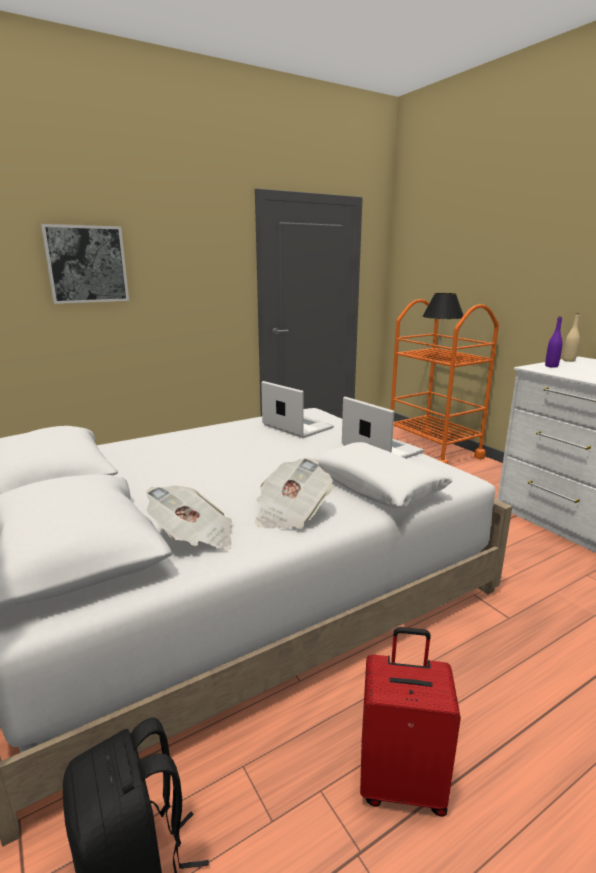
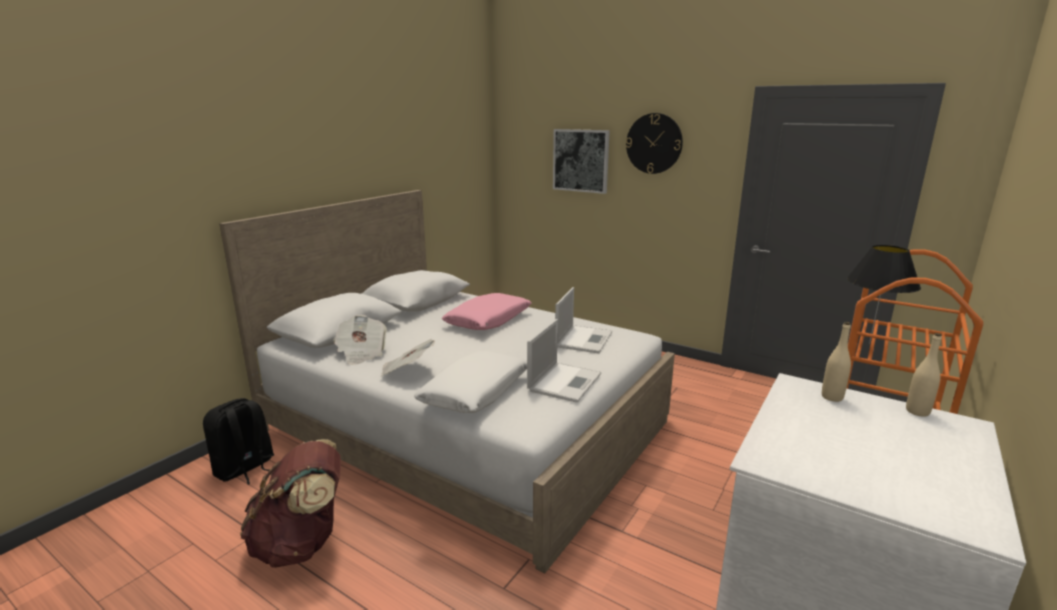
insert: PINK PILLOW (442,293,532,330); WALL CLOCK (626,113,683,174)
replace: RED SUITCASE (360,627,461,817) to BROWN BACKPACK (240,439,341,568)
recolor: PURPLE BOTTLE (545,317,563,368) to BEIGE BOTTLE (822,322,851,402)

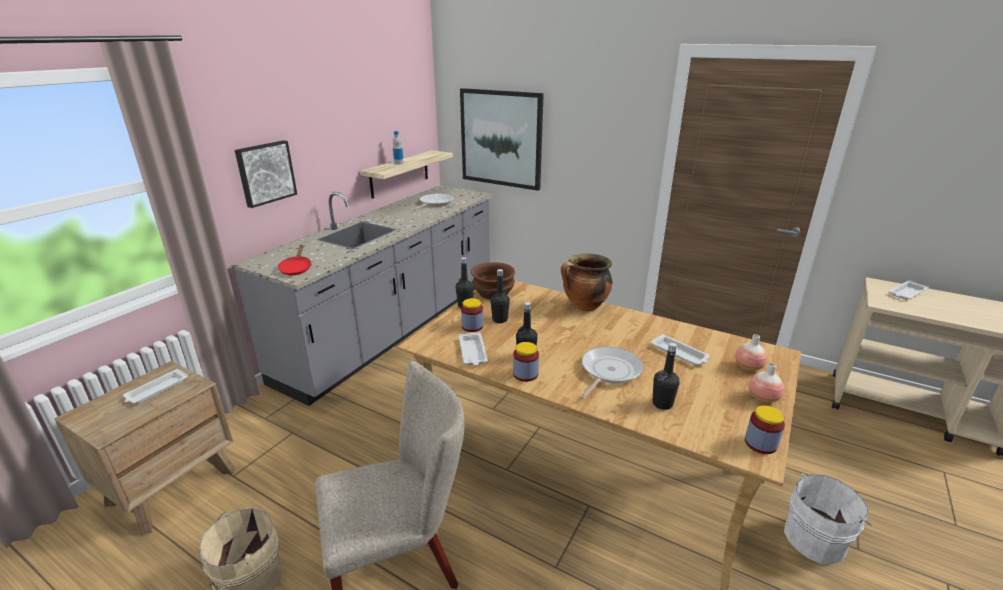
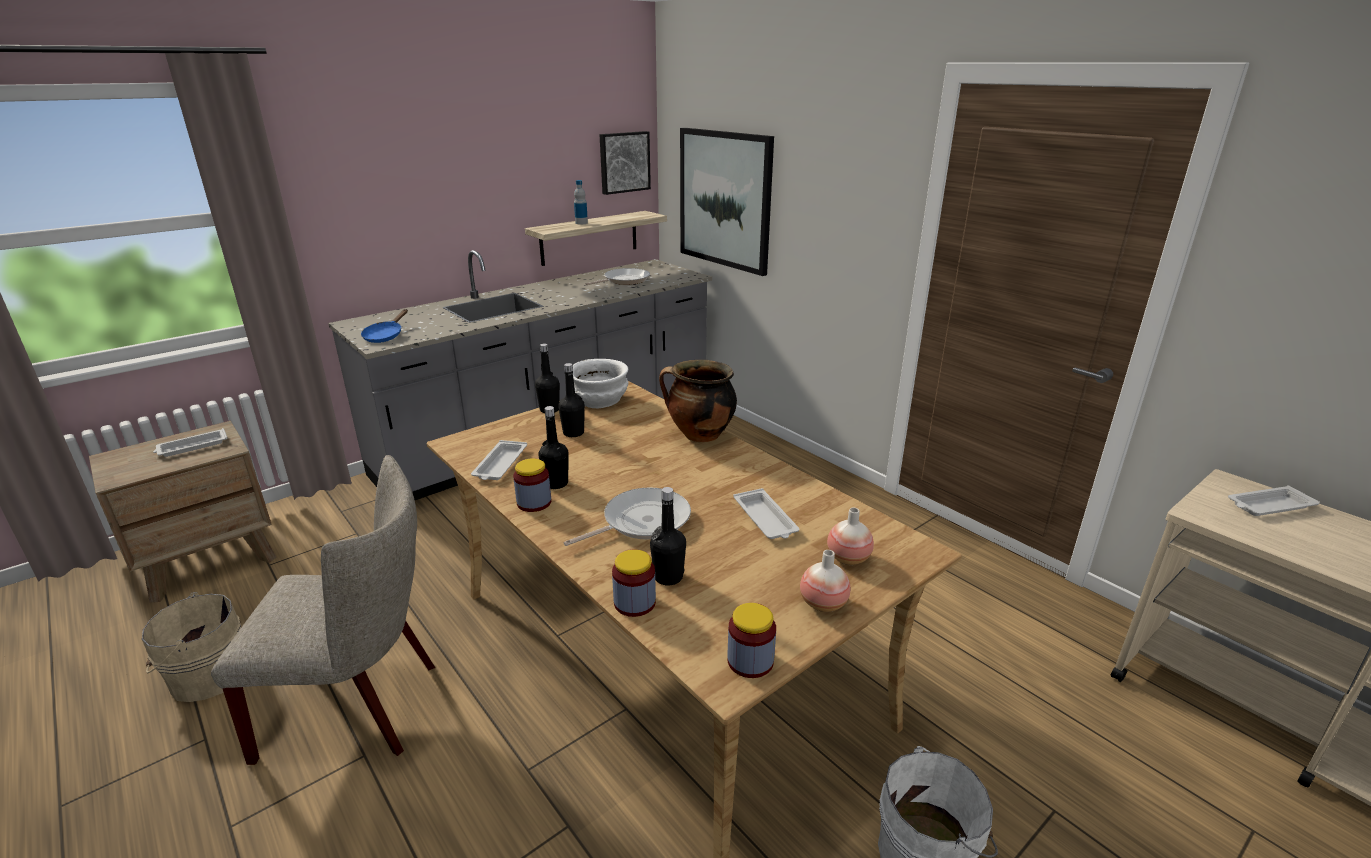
move: PICTURE (235,140,297,208) to (599,131,651,195); JAR (461,298,483,332) to (612,549,656,617)
recolor: RED FRYING PAN (278,245,311,275) to BLUE FRYING PAN (361,309,408,343); BROWN BOWL (471,262,515,299) to WHITE BOWL (572,359,628,408)

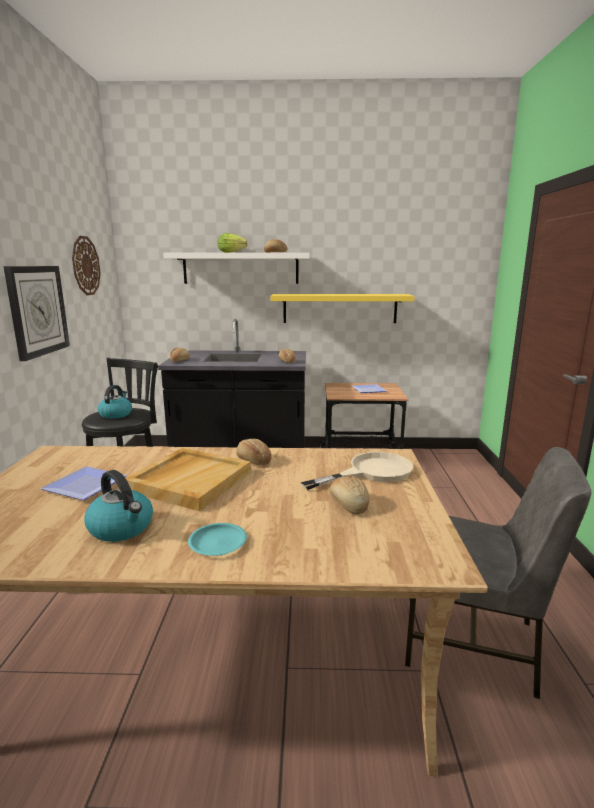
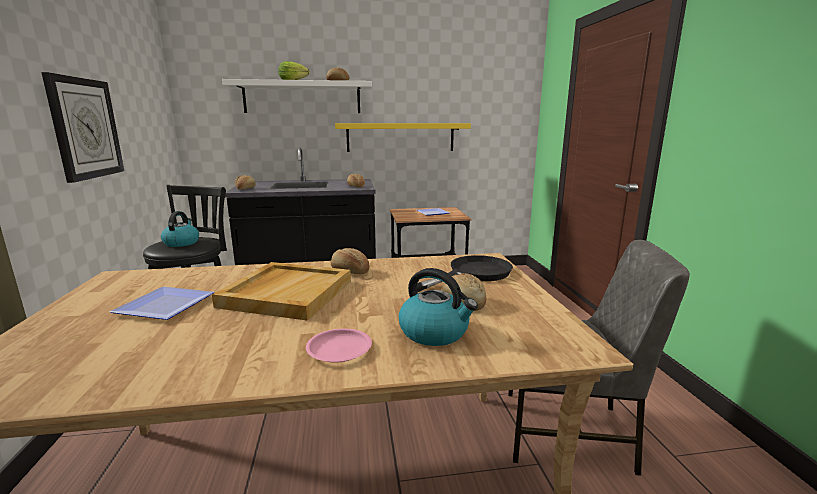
delete: WALL CLOCK (72,236,101,295)
move: KETTLE (84,470,153,542) to (399,268,478,346)
recolor: TURQUOISE PLATE (188,523,247,556) to PINK PLATE (306,329,372,363); BEIGE FRYING PAN (300,452,413,490) to BLACK FRYING PAN (417,255,513,292)

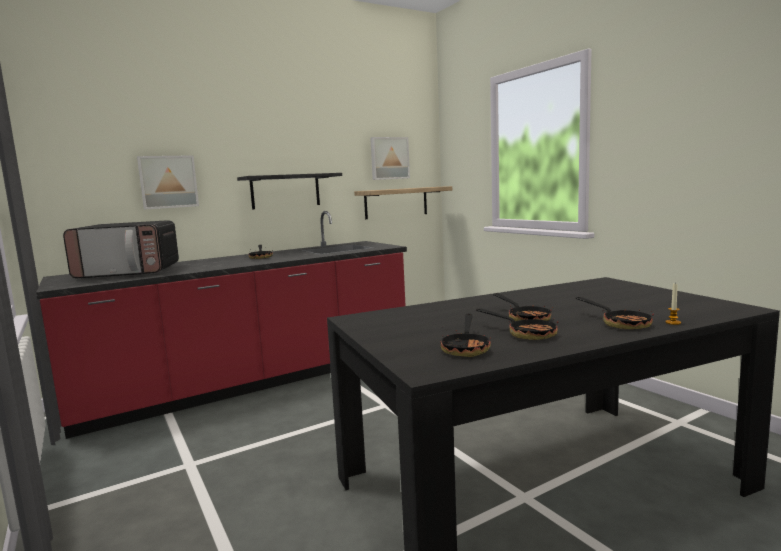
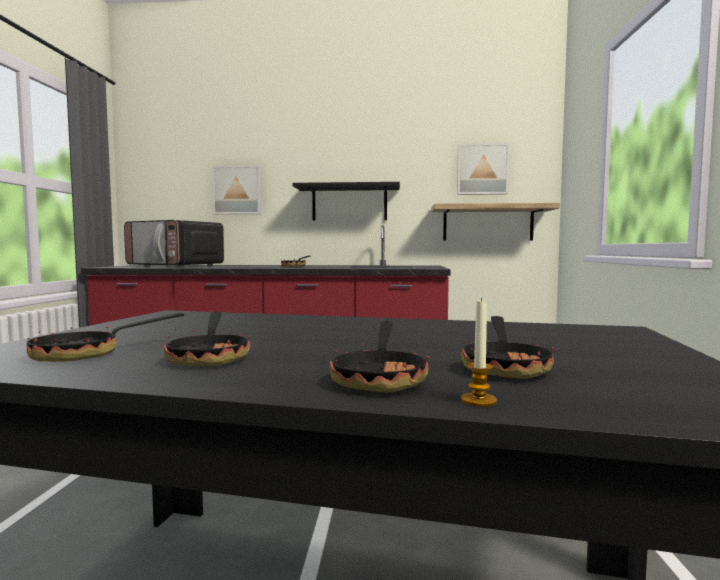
move: FRYING PAN (493,293,553,321) to (461,316,556,379)

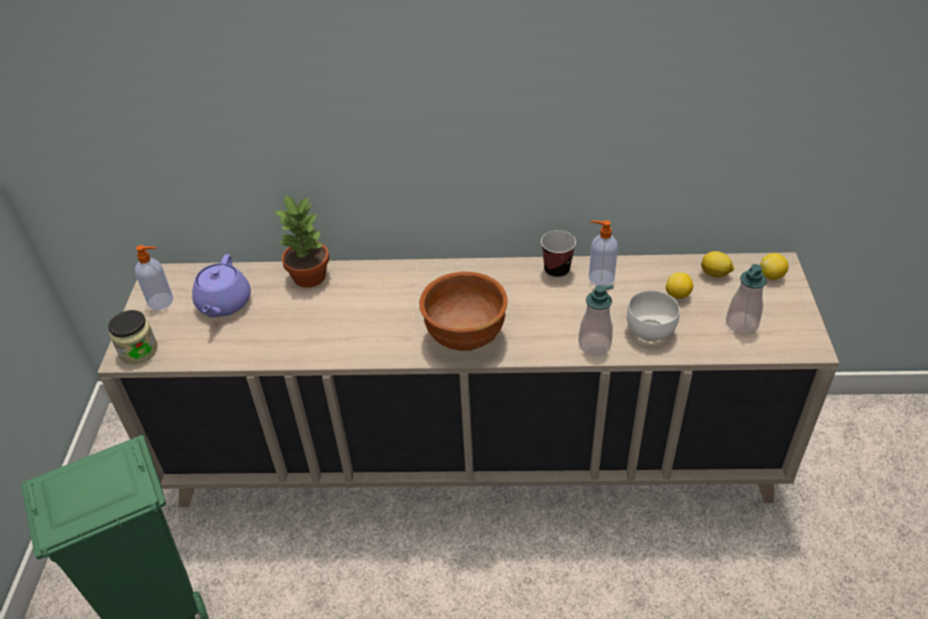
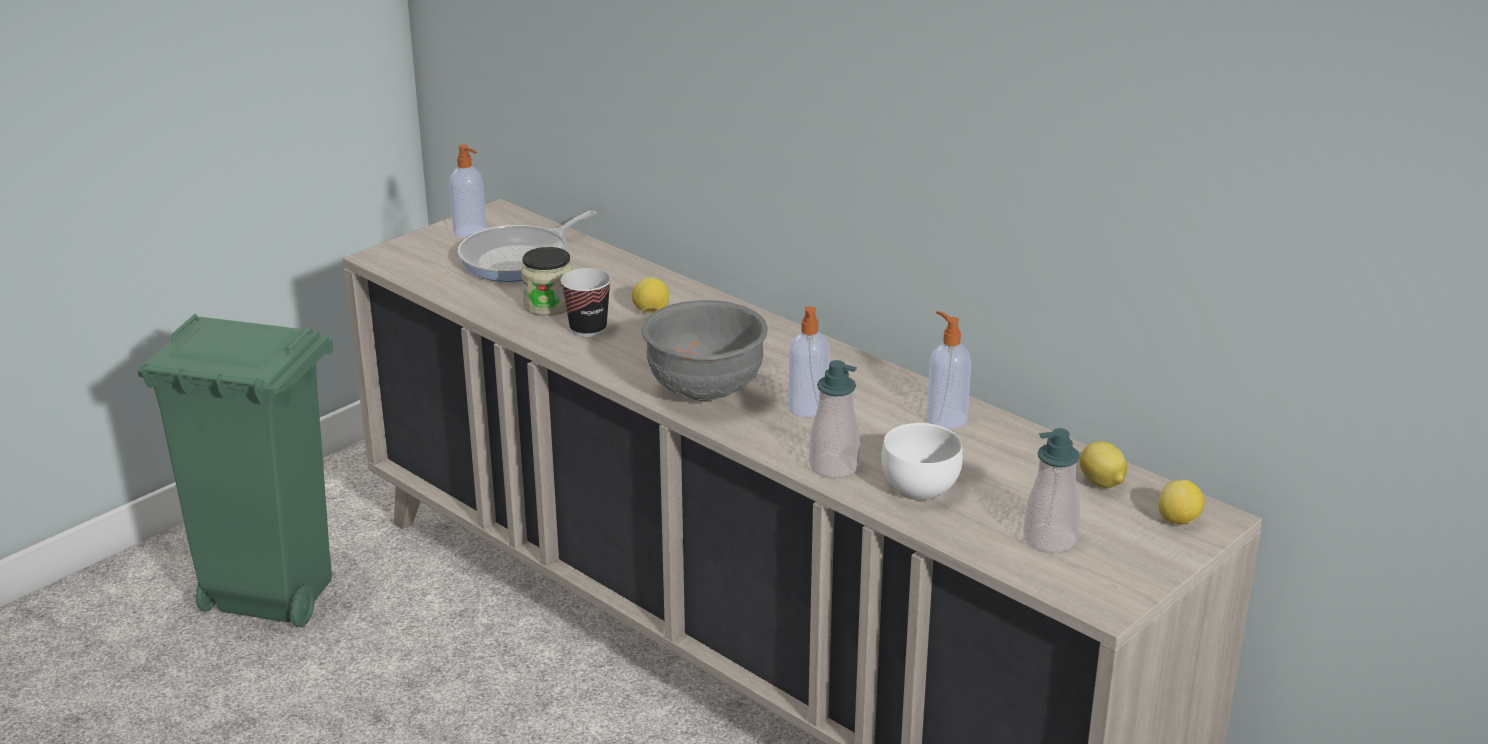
delete: POTTED PLANT (273,195,329,288)
insert: SOAP DISPENSER (788,306,830,417)
move: JAR (108,310,158,364) to (521,247,573,316); CUP (541,230,576,278) to (561,268,611,337); LEMON (666,272,693,299) to (632,277,669,313)
replace: PURPLE TEAPOT (192,254,251,318) to FRYING PAN (458,211,597,282)
recolor: BROWN BOWL (419,272,507,351) to GREY BOWL (642,300,768,401)

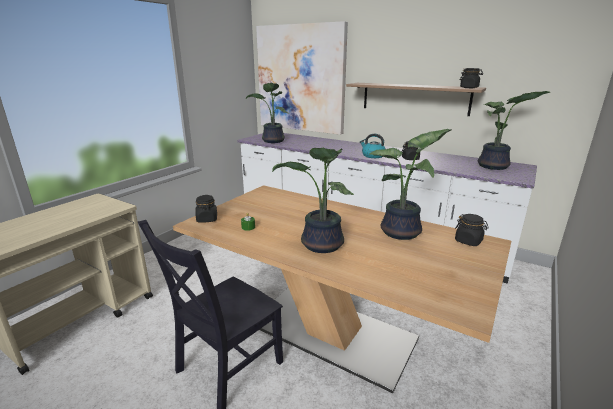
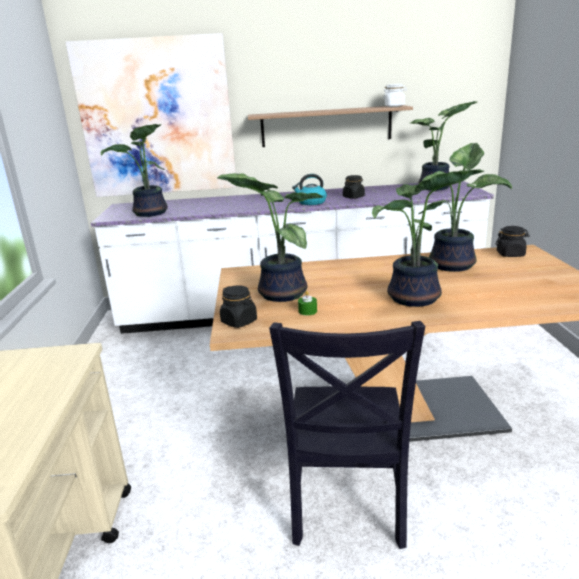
insert: POTTED PLANT (217,173,323,302)
recolor: BLACK JAR (460,68,483,88) to WHITE JAR (383,84,407,107)

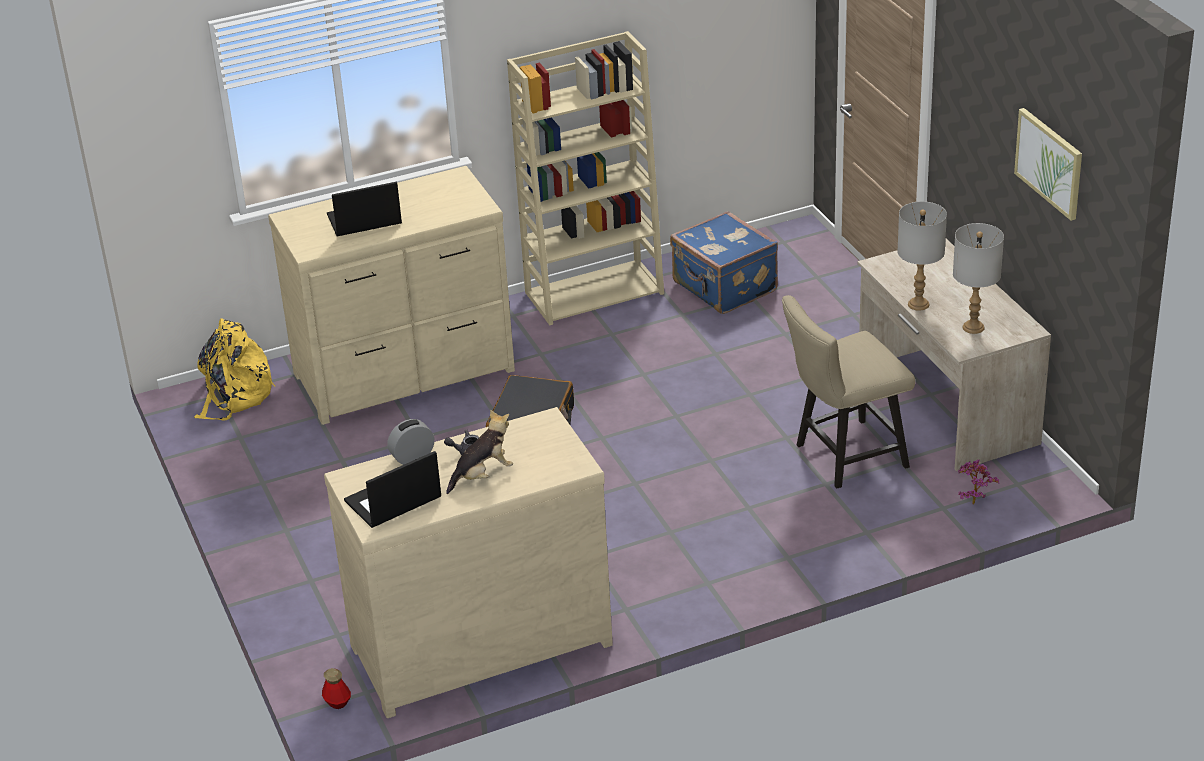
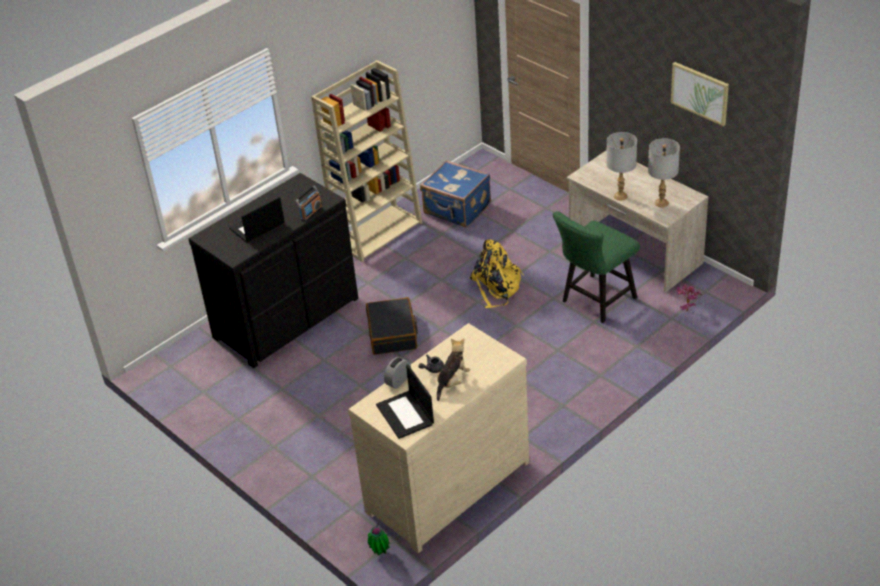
insert: RADIO (296,186,322,221)
move: YELLOW BACKPACK (194,318,275,420) to (469,239,524,308)
replace: BOTTLE (322,668,351,709) to POTTED PLANT (368,525,390,555)
recolor: BEIGE DRESSER (268,166,515,425) to BLACK DRESSER (189,173,358,368); BEIGE CHAIR (782,295,915,488) to GREEN CHAIR (553,211,640,323)
rotate: LAPTOP (344,451,441,528) = (376,364,434,439) 60 degrees counterclockwise

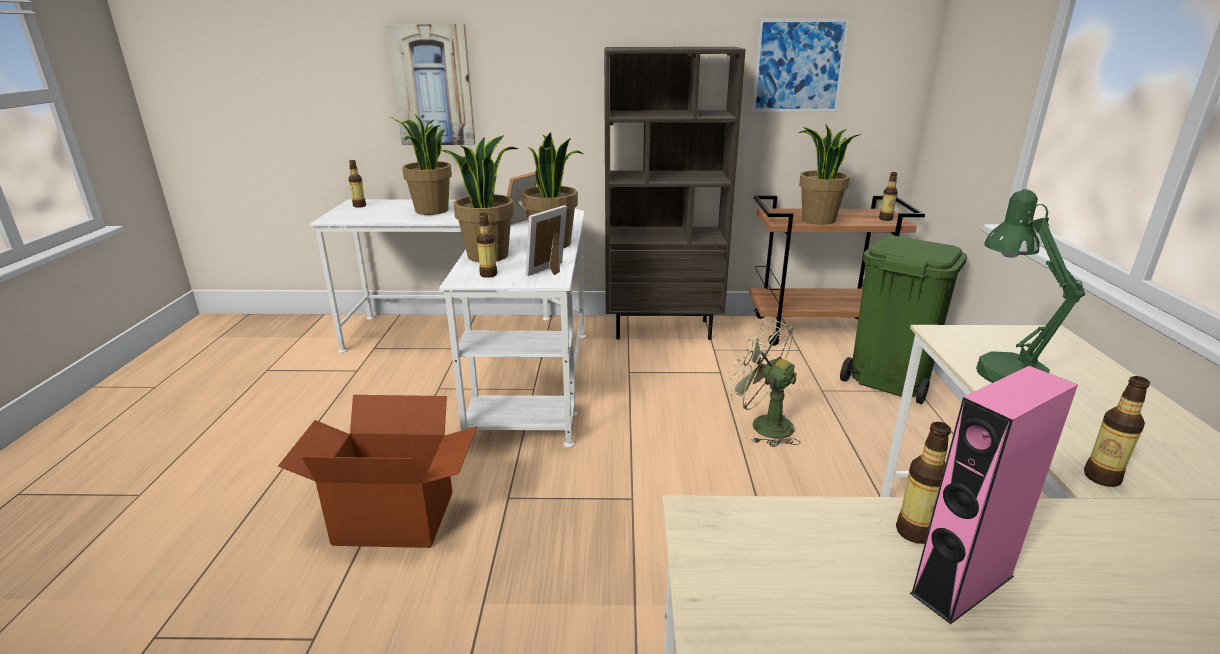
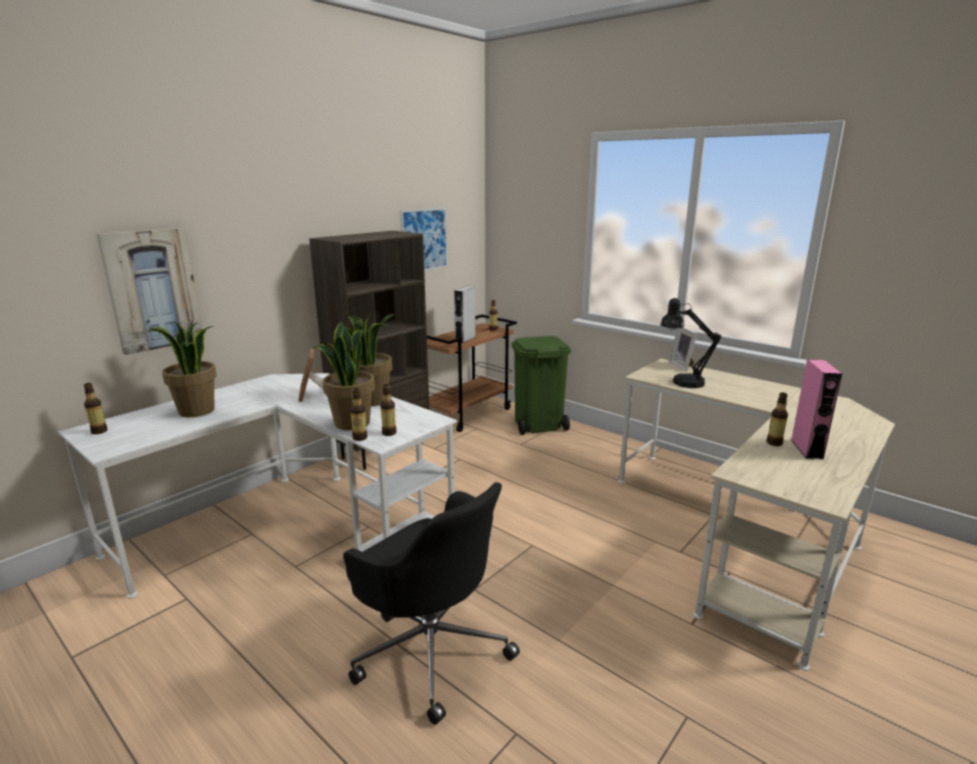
delete: GREEN FAN (728,320,800,447)
move: BOTTLE (1084,376,1150,487) to (350,388,367,441); PICTURE FRAME (526,205,567,276) to (669,327,697,371)
replace: CARDBOARD BOX (278,395,477,548) to BLACK OFFICE CHAIR (343,482,520,725); POTTED PLANT (798,125,862,224) to GREY SPEAKER (454,287,475,343)
recolor: GREEN TABLE LAMP (976,189,1085,383) to BLACK TABLE LAMP (660,298,722,388)

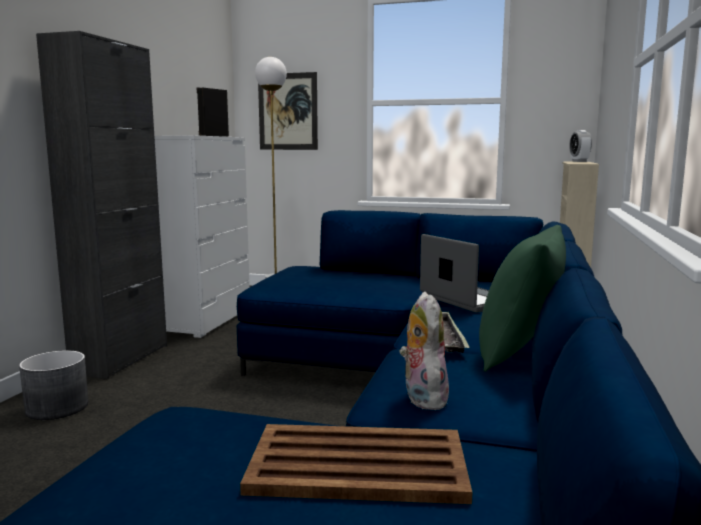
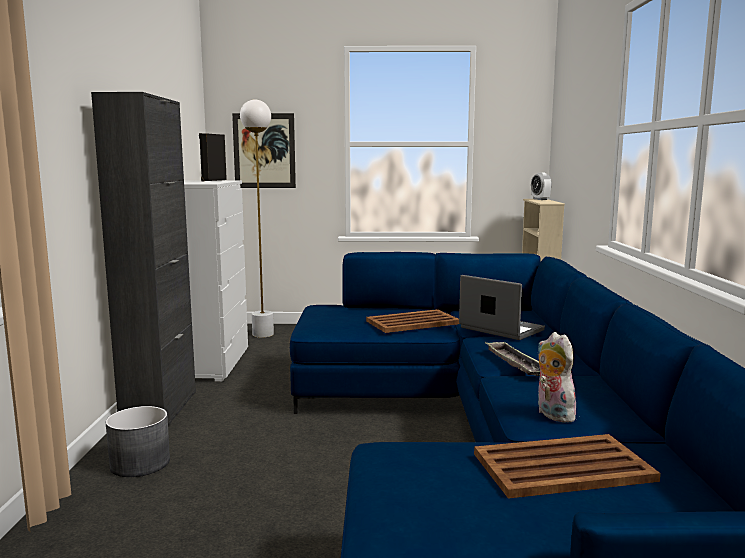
delete: GREEN PILLOW (479,225,566,372)
insert: BROWN TRAY (366,309,459,333)

